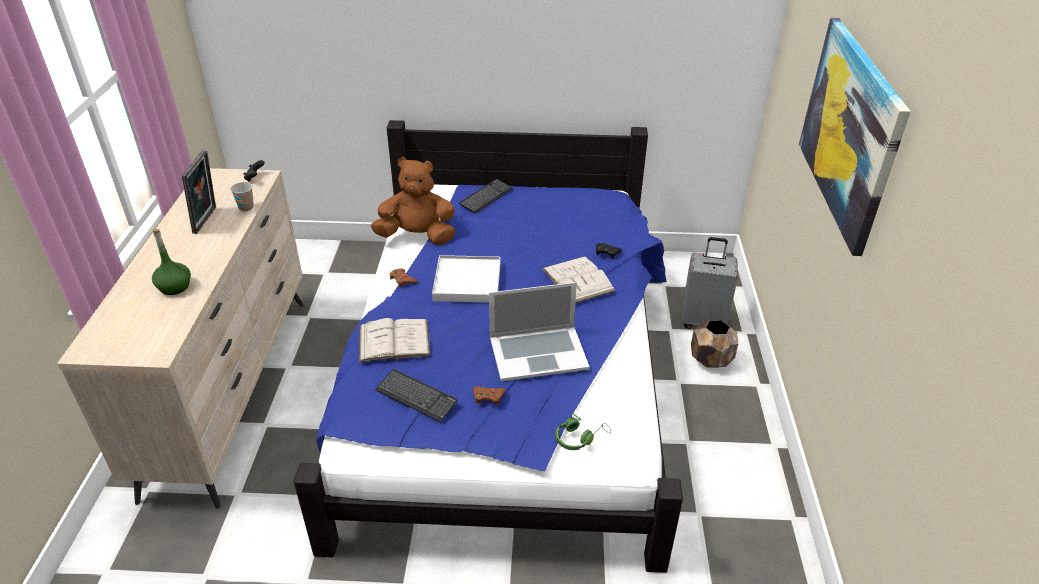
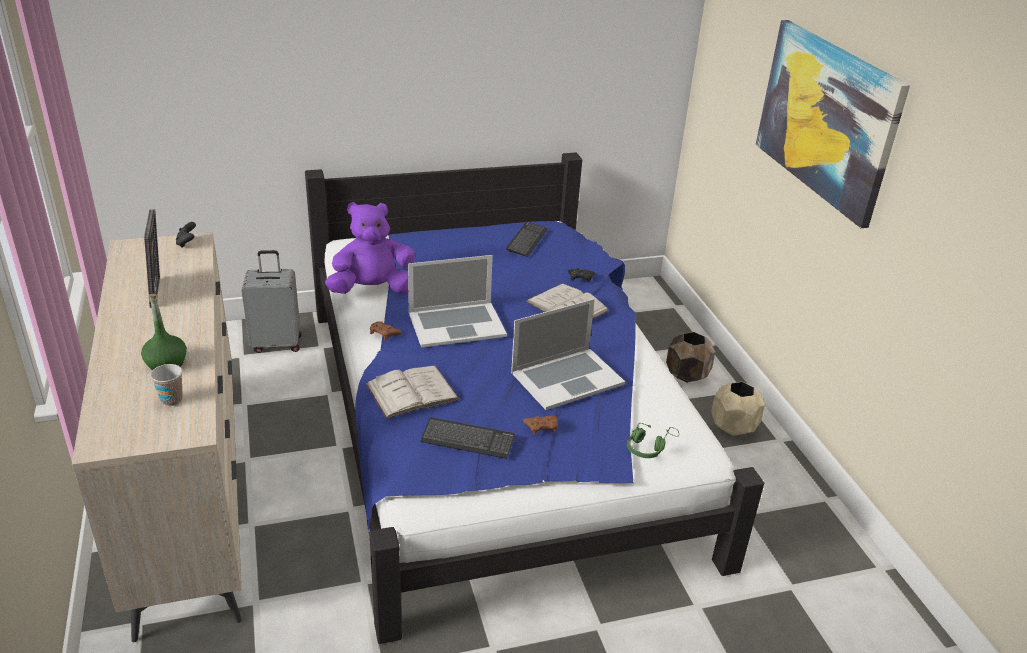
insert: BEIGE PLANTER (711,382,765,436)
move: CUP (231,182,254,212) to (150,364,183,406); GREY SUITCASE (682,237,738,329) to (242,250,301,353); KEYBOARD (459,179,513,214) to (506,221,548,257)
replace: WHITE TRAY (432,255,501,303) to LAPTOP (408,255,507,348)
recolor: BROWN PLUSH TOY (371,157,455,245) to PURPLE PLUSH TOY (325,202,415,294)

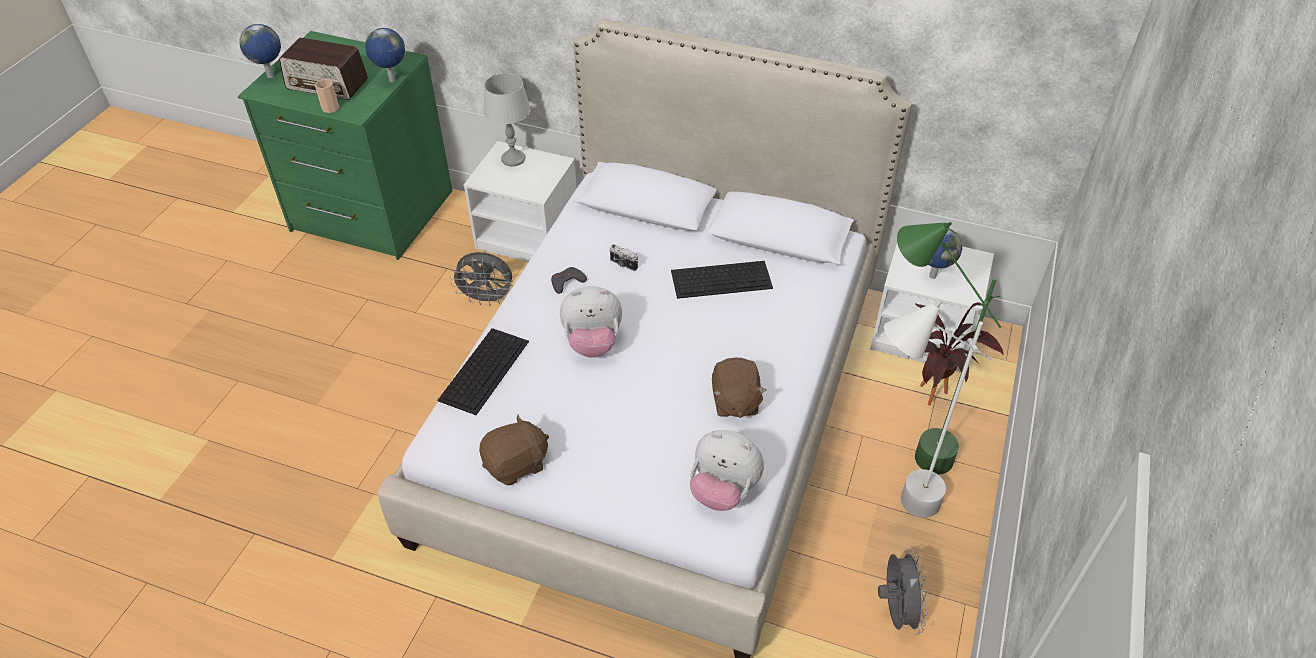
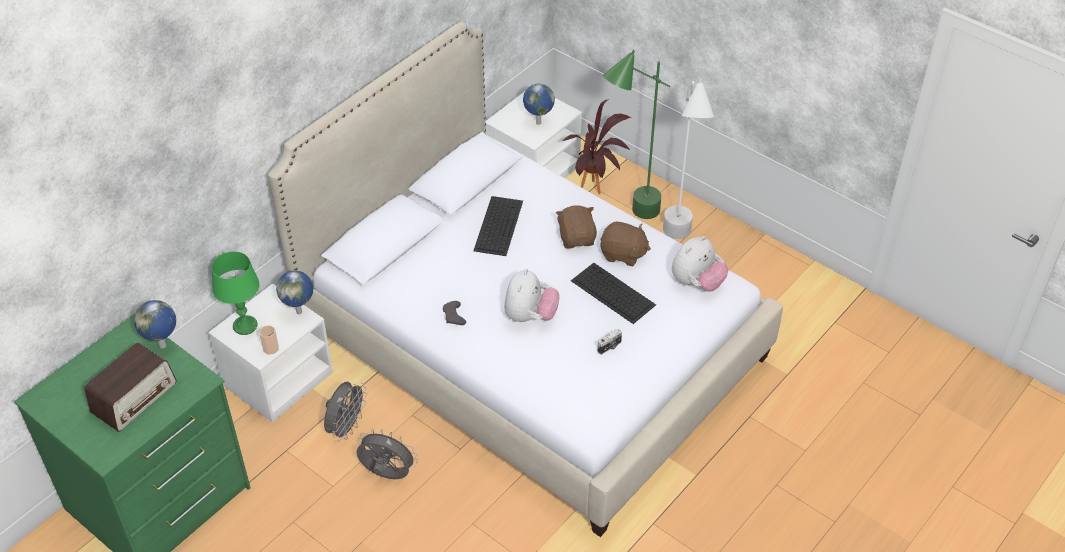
move: CUP (315,79,339,113) to (259,325,279,355); GLOBE (239,24,281,78) to (276,271,313,314); GREY FAN (878,548,927,635) to (356,429,418,479); BROWN PLUSH TOY (479,414,549,485) to (556,205,597,249); KEYBOARD (437,328,529,415) to (571,263,656,324); PHOTO CAMERA (610,244,638,271) to (597,329,622,355)
recolor: GREY TABLE LAMP (484,73,531,166) to GREEN TABLE LAMP (212,251,260,335)

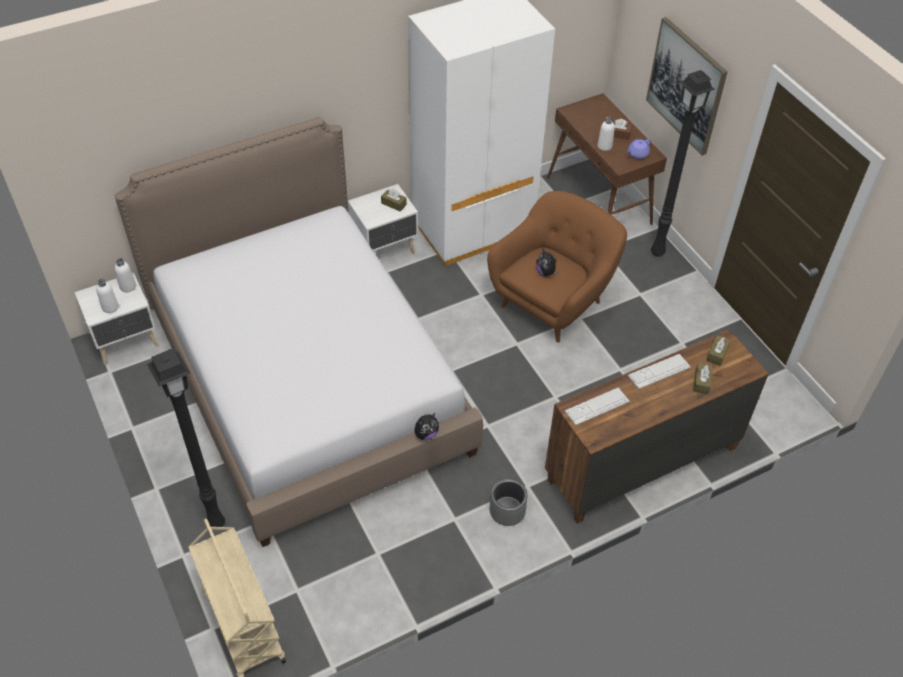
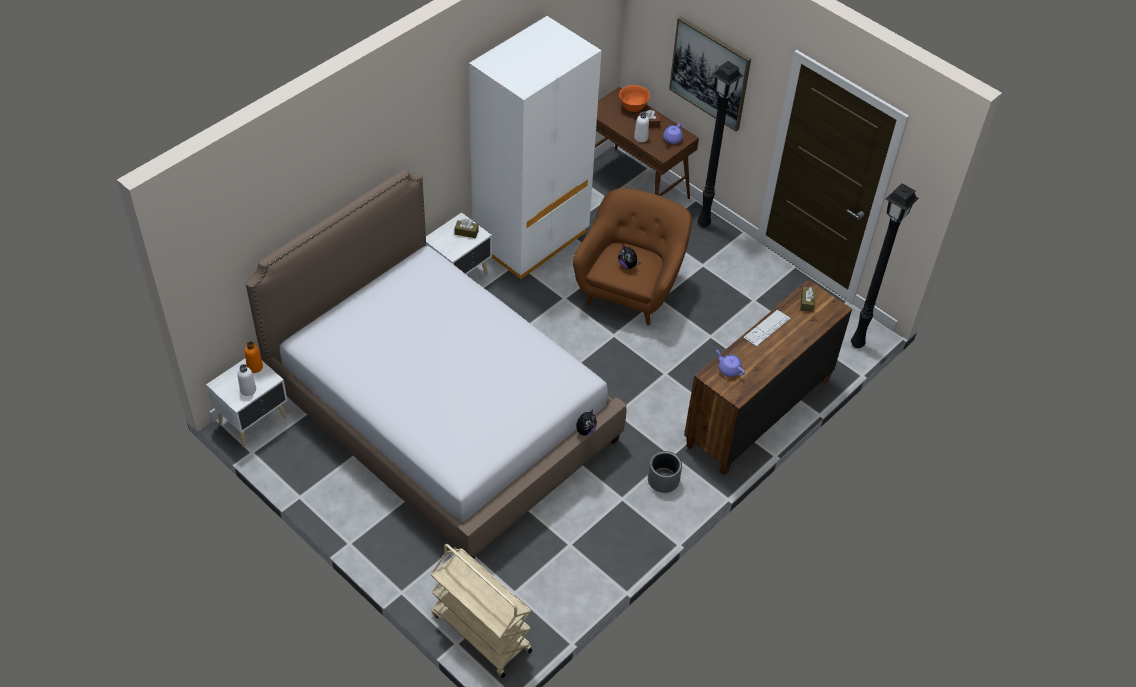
delete: BROWN TISSUE BOX (693,363,713,394)
insert: ORANGE BOWL (619,85,650,112)
move: BLACK FLOOR LAMP (147,348,225,527) to (851,183,919,348)
replace: KEYBOARD (565,388,630,425) to PURPLE TEAPOT (716,350,745,377)
recolor: WHITE BOTTLE (115,258,136,292) to ORANGE BOTTLE (244,341,263,373)

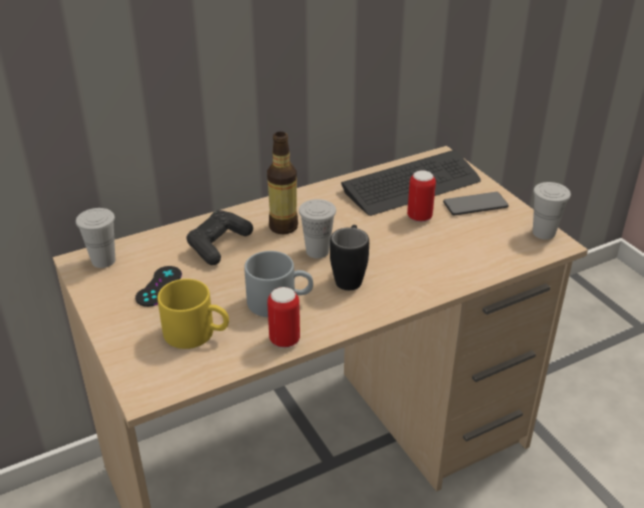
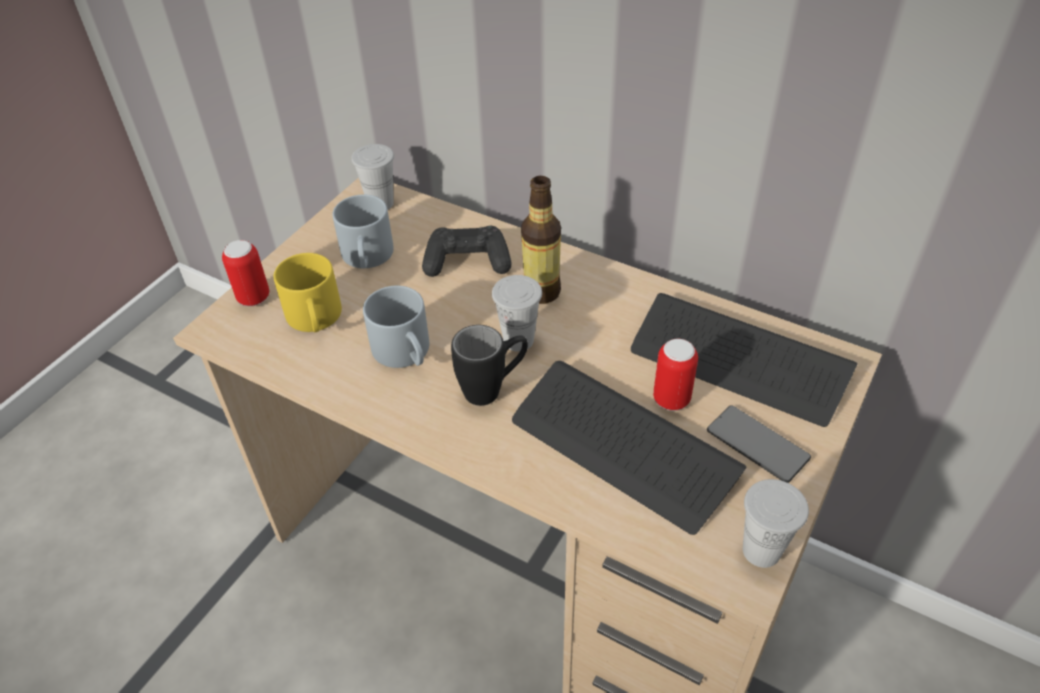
insert: KEYBOARD (512,361,746,535)
move: CAN (267,287,300,348) to (222,240,269,307)
replace: BLACK GAME CONTROLLER (135,266,182,307) to GREY MUG (332,195,394,268)

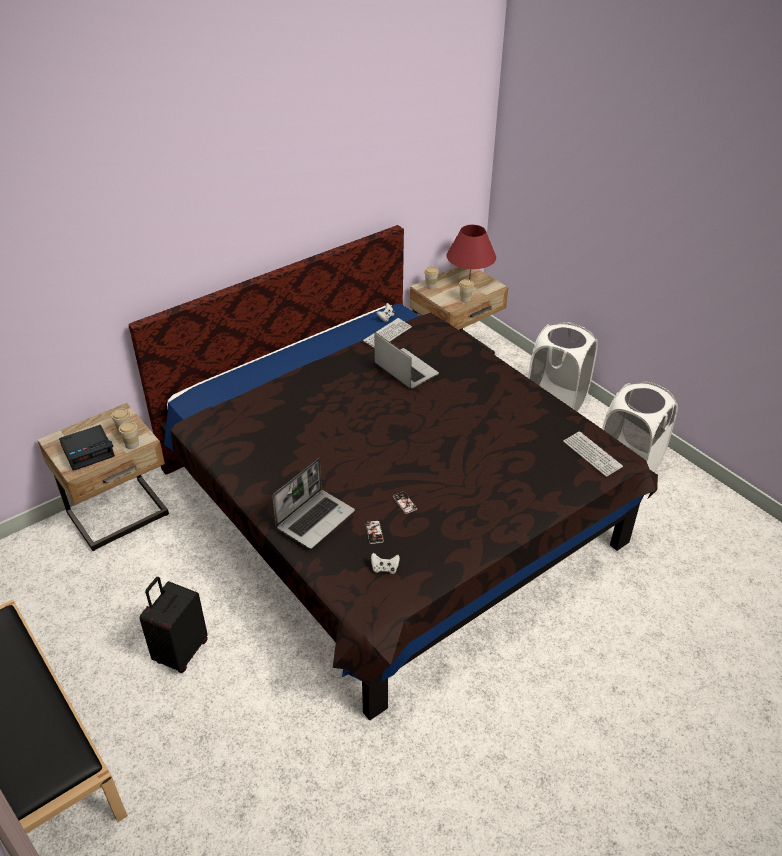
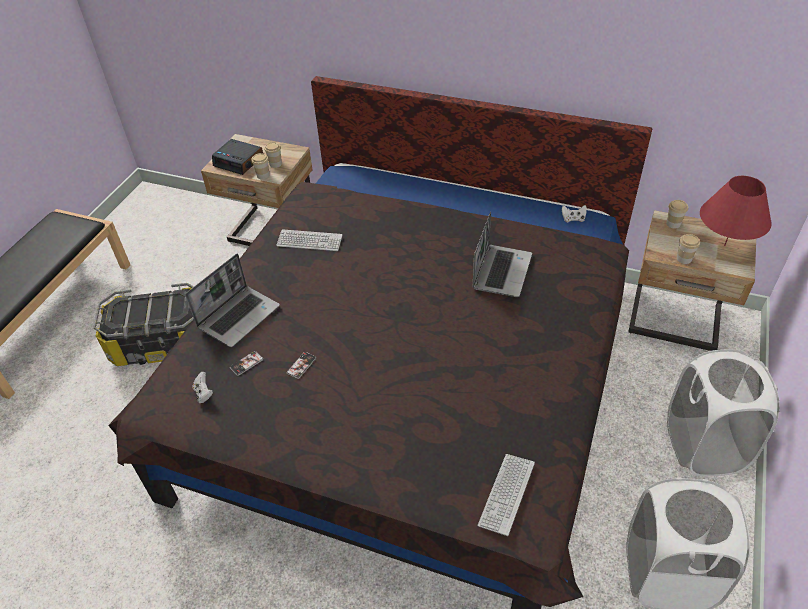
move: KEYBOARD (363,318,412,348) to (276,229,343,251)
replace: BLACK SUITCASE (139,577,208,673) to STORAGE BOX (93,283,194,366)
rotate: LAPTOP (272,458,355,549) = (186,254,280,347) 60 degrees counterclockwise

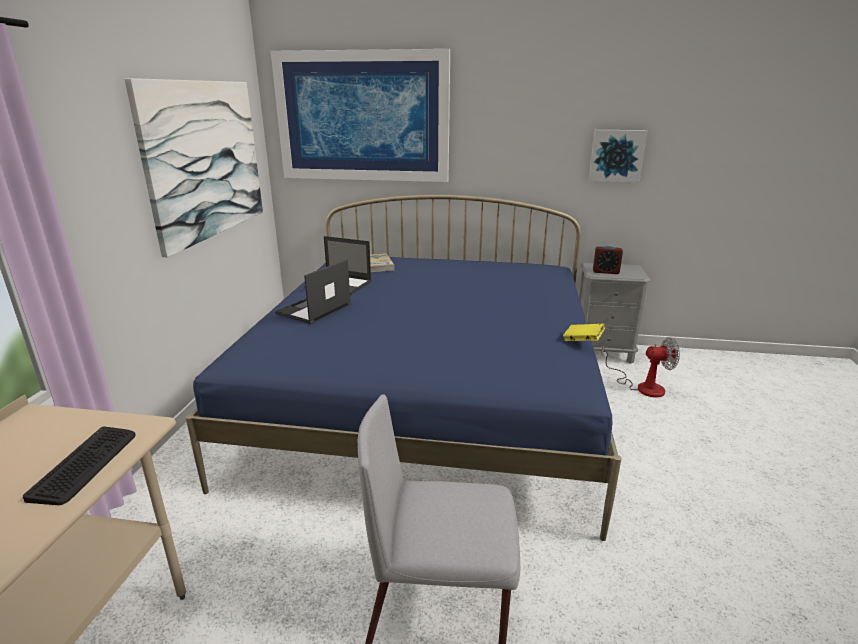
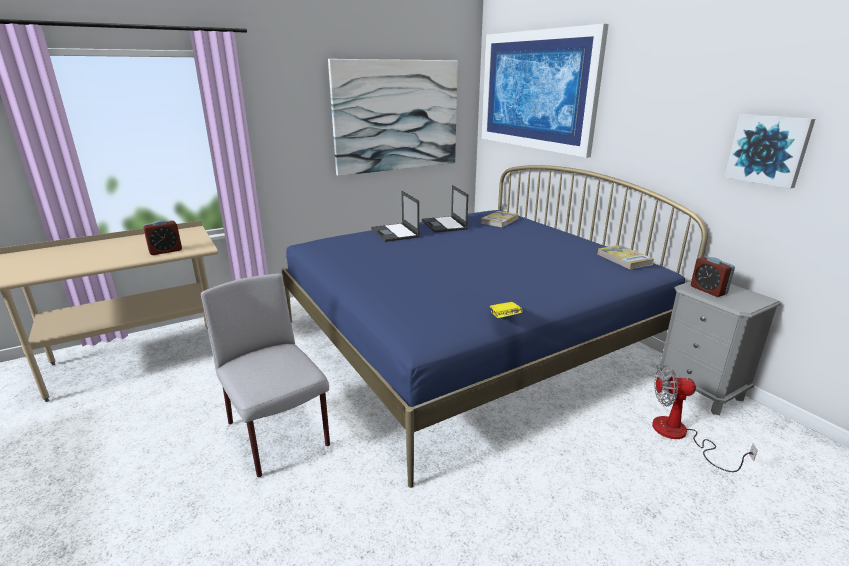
insert: BOOK (597,245,654,269)
replace: KEYBOARD (23,426,136,505) to ALARM CLOCK (143,220,182,255)
rotate: LAPTOP (275,259,351,324) = (371,191,420,242) 105 degrees counterclockwise; FAN (601,337,680,397) = (652,365,758,472) 135 degrees clockwise

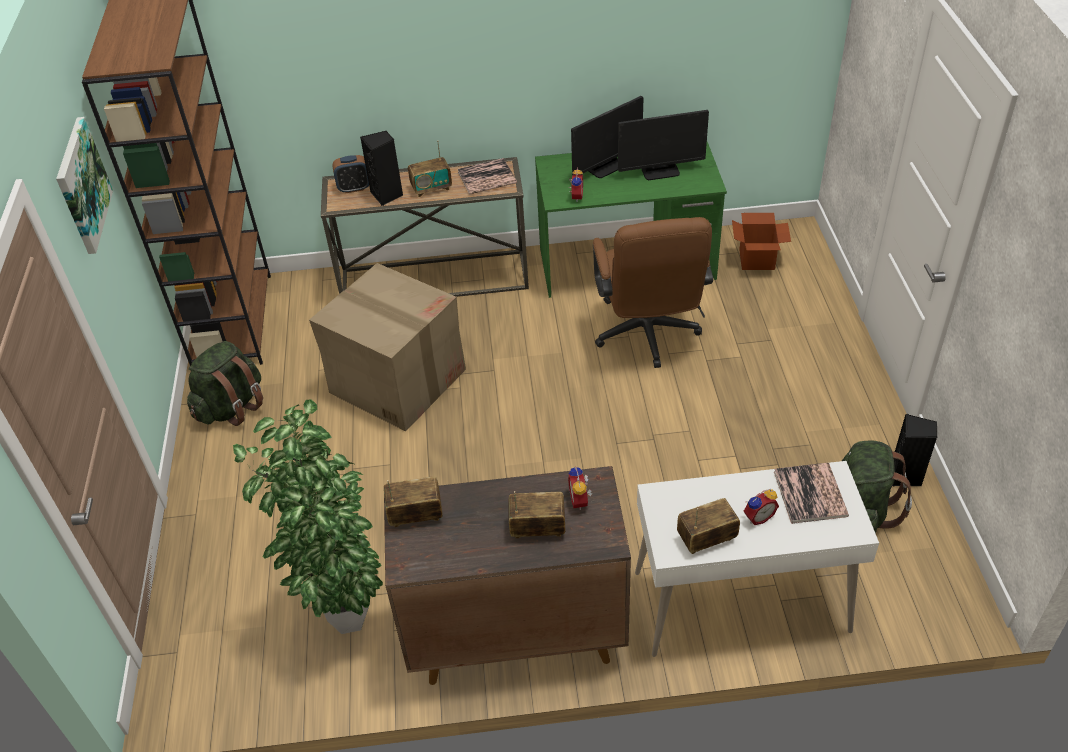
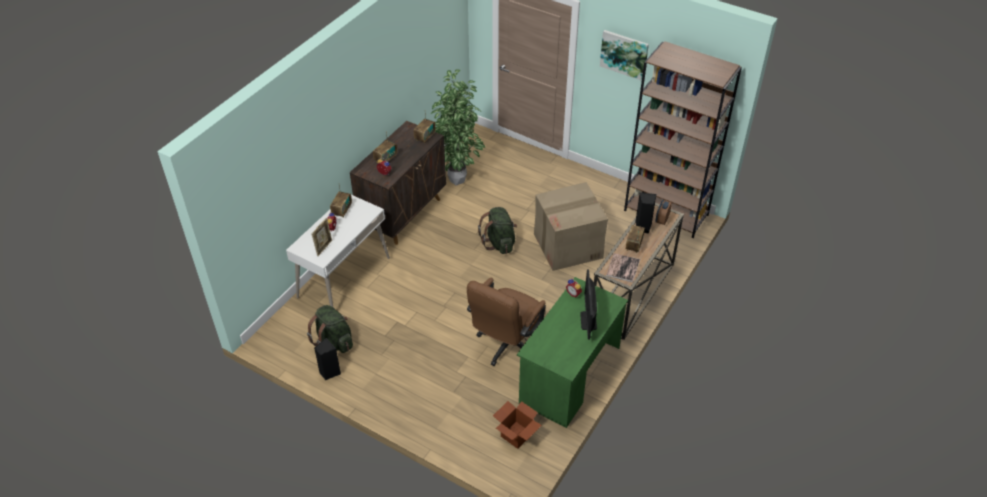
delete: MONITOR (618,110,709,180)
move: GREEN BACKPACK (187,341,263,426) to (478,207,517,254)
replace: BOOK (774,463,849,524) to PICTURE FRAME (311,218,332,256)
rotate: BROWN OFFICE CHAIR (593,217,713,368) = (467,278,546,366) 90 degrees counterclockwise

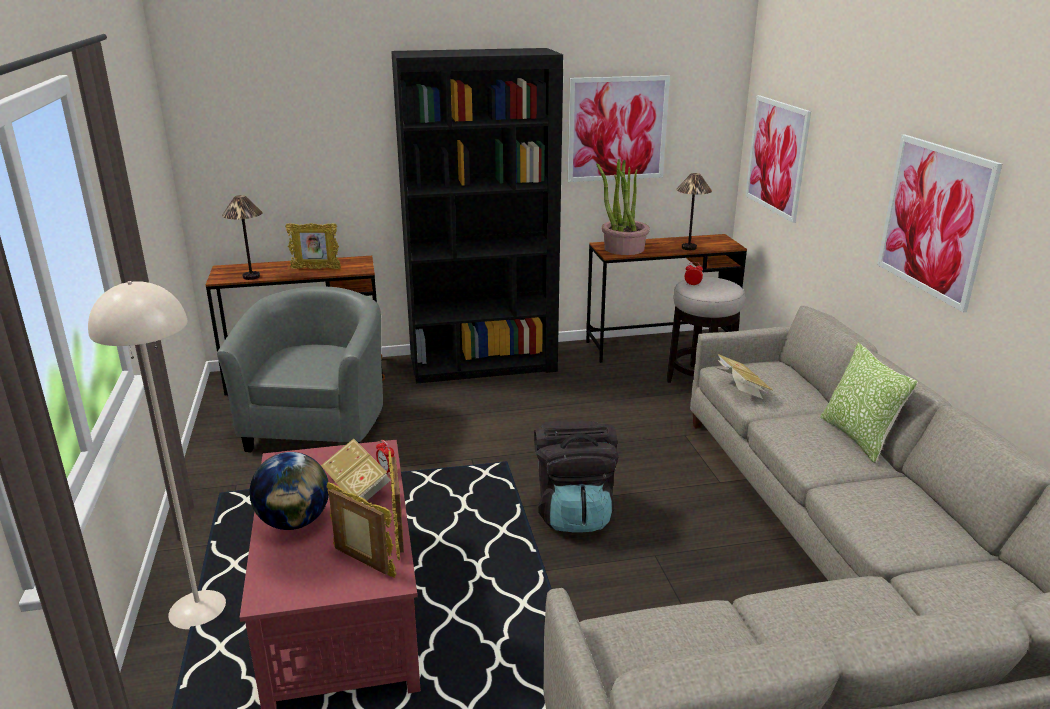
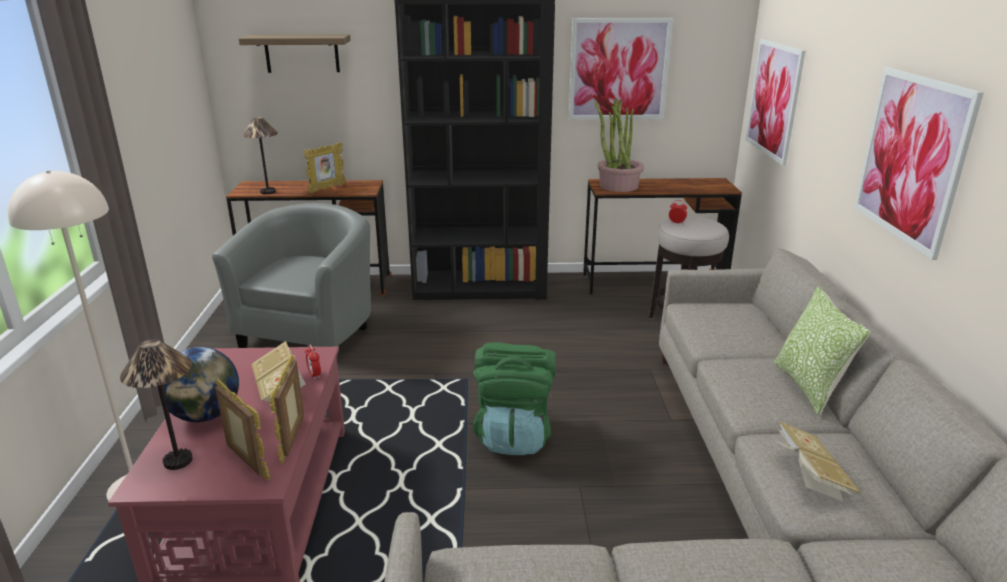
insert: SHELF (239,34,351,73)
move: TABLE LAMP (676,173,712,250) to (120,339,193,470); BOOK (717,354,773,399) to (774,421,861,501)
recolor: BLACK BACKPACK (534,421,619,532) to GREEN BACKPACK (473,343,556,455)
rotate: PICTURE FRAME (285,223,341,269) = (304,143,346,193) 60 degrees counterclockwise

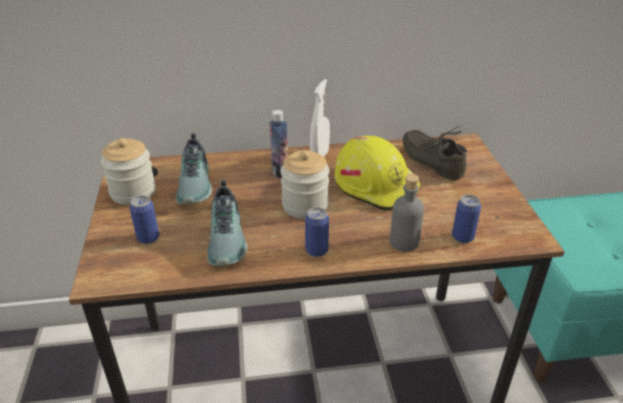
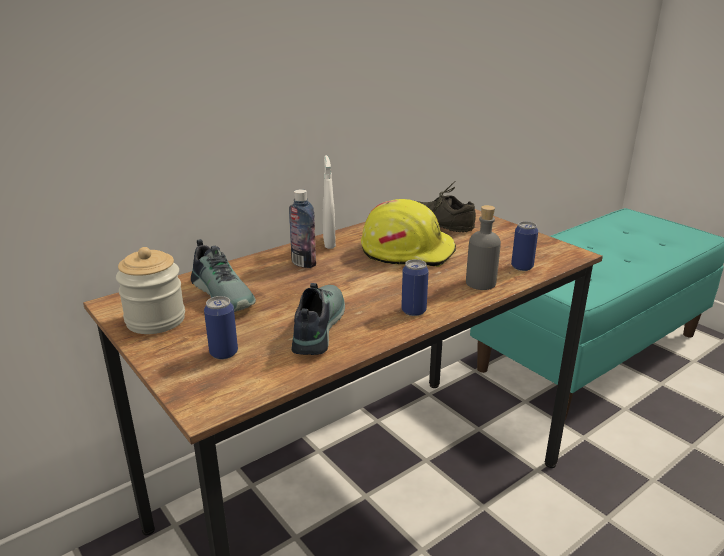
delete: JAR (281,150,329,219)
rotate: SHOE (207,180,247,266) = (291,283,345,355) 135 degrees counterclockwise

